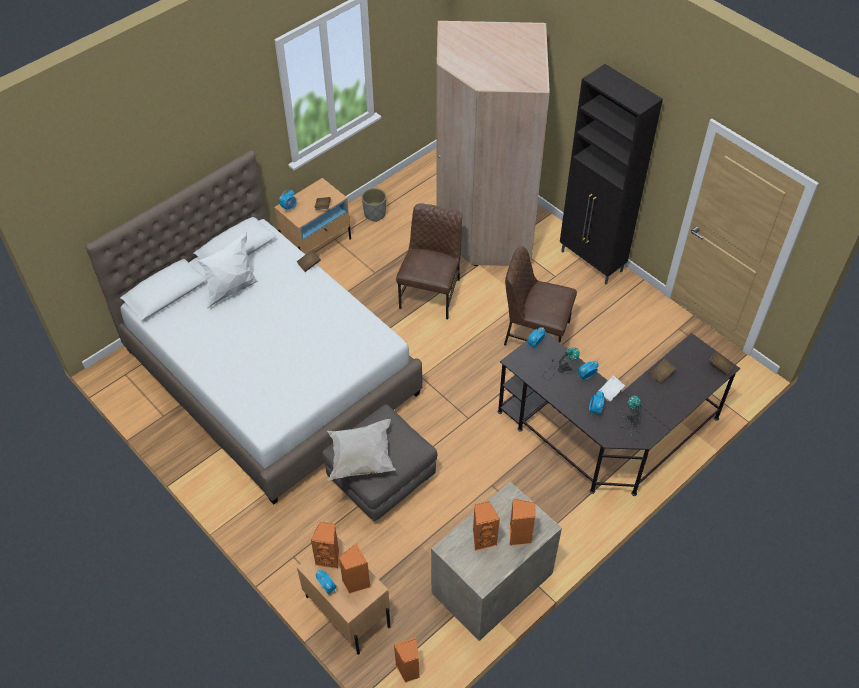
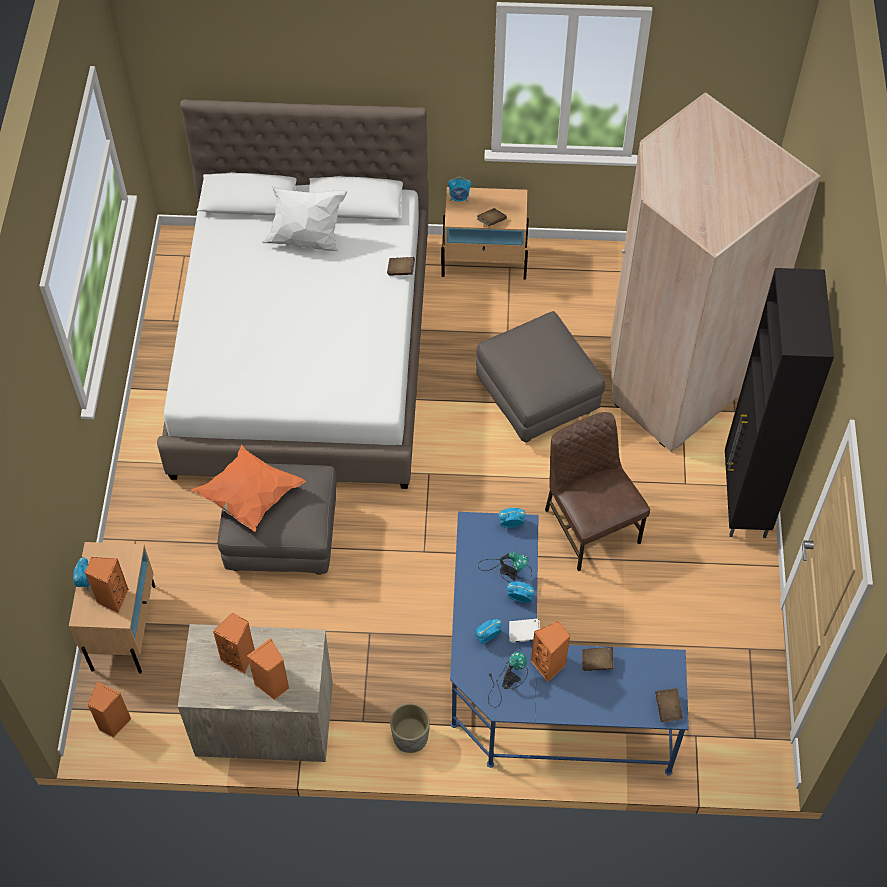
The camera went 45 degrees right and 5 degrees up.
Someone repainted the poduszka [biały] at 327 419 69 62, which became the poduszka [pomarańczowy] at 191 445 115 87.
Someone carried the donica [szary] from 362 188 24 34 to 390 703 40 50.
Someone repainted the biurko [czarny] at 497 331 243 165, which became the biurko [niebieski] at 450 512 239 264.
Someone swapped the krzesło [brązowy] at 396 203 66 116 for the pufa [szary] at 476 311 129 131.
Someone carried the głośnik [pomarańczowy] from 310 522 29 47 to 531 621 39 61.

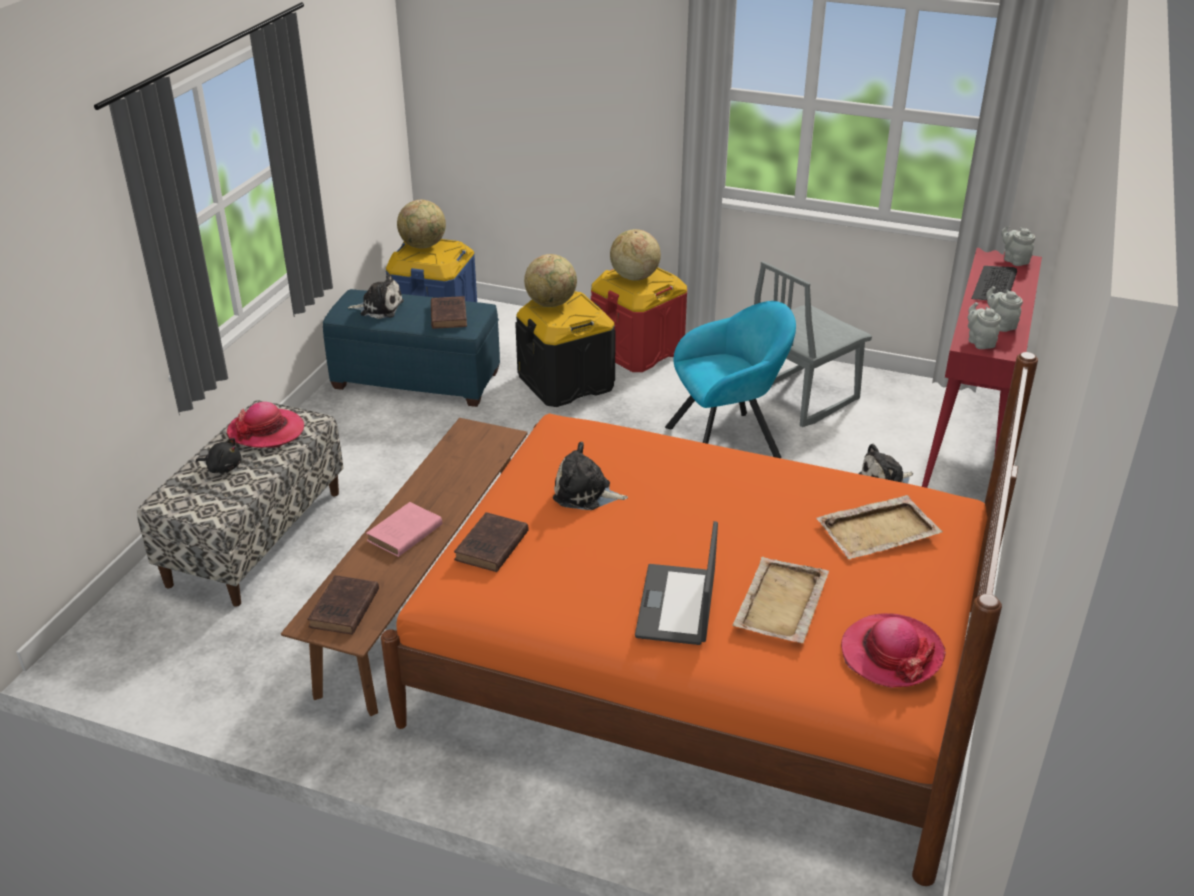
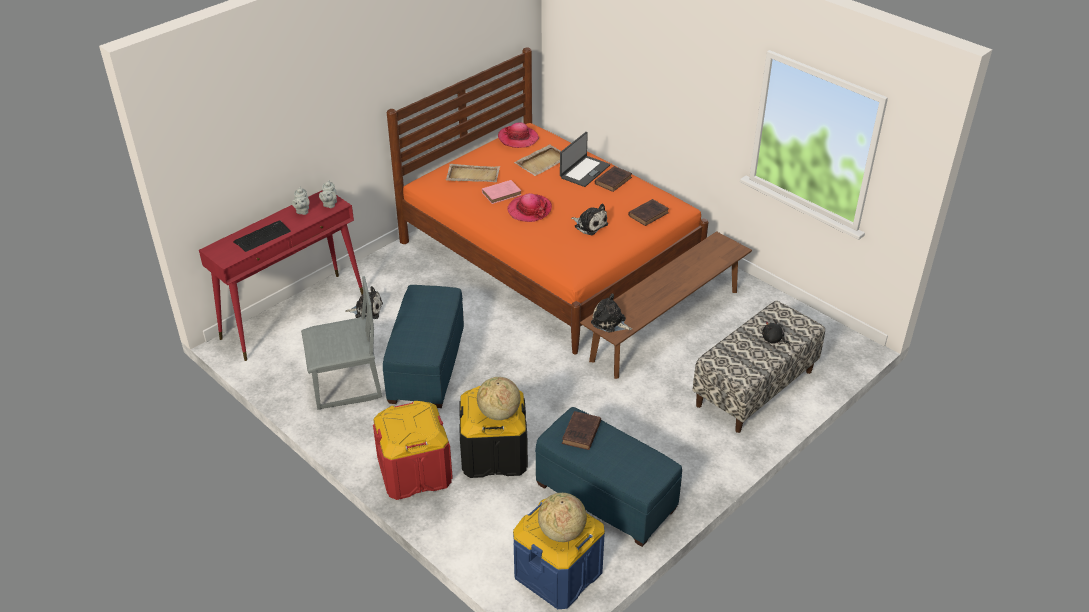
The camera went 155 degrees left and 5 degrees up.
Someone swapped the fotel [turkusowy] at 665 301 131 157 for the pufa [niebieski] at 383 285 81 123.
Someone carried the książka [różowy] from 366 502 76 55 to 482 180 40 24.
Someone carried the kapelusz from 227 402 77 46 to 507 193 45 29.
Someone carried the pluszak from 348 273 56 46 to 591 293 41 39.
Someone carried the książka [brązowy] from 307 575 72 60 to 595 166 37 26.
Someone took away the globus at 610 229 51 52.
Someone took away the imbryk [szary] at 1001 226 34 40.

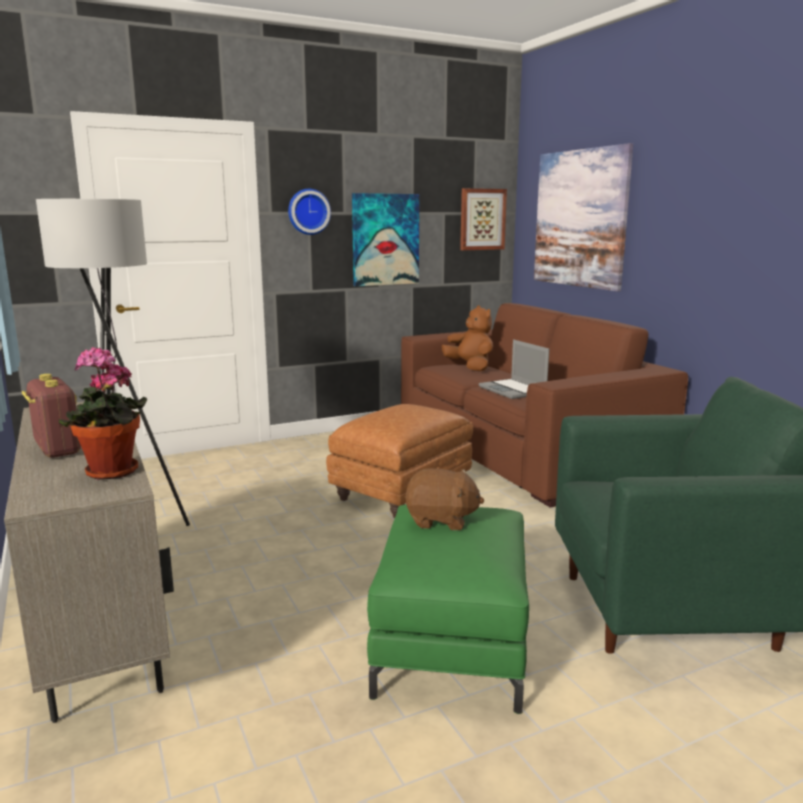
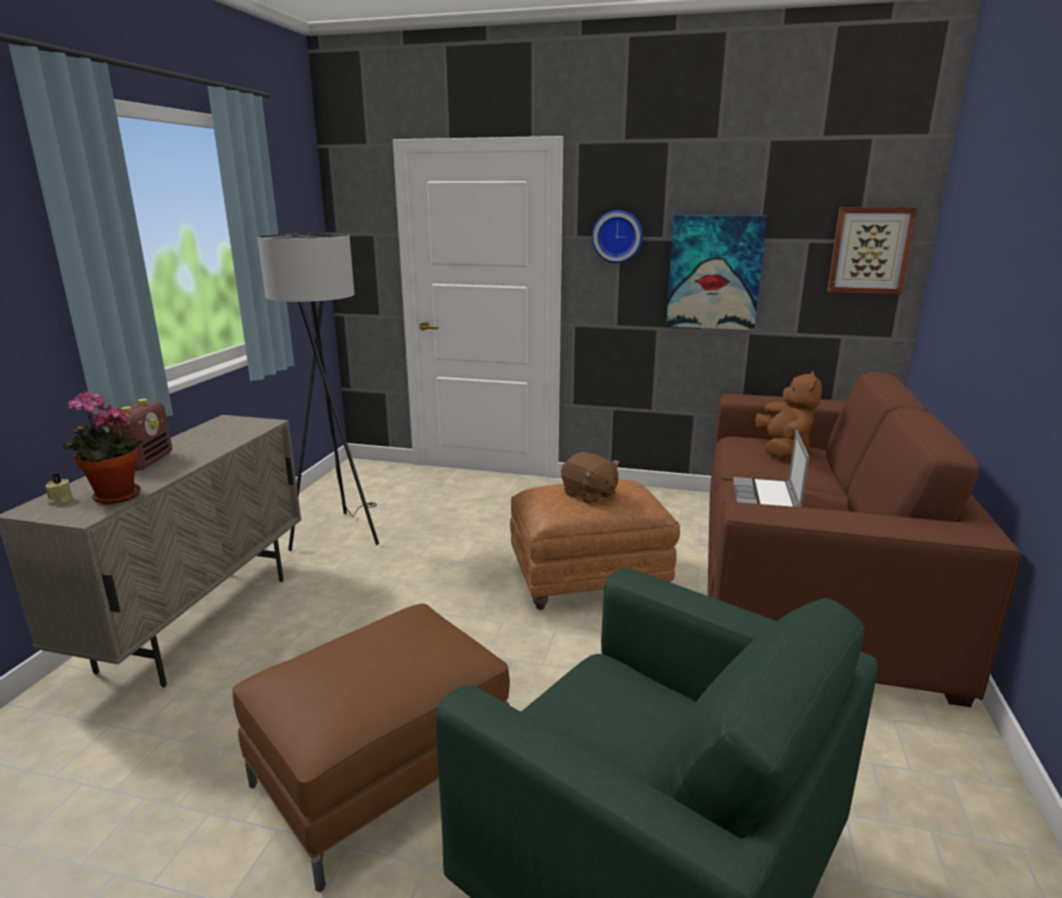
The camera went 40 degrees right and 5 degrees up.
Someone put down the świeca [beżowy] at 45 473 28 31.
Someone repainted the pufa [zielony] at 367 504 162 210, which became the pufa [brązowy] at 232 603 278 289.
Someone carried the pluszak [brązowy] from 404 468 80 62 to 561 452 58 52.
Someone took away the obraz at 534 143 99 149.

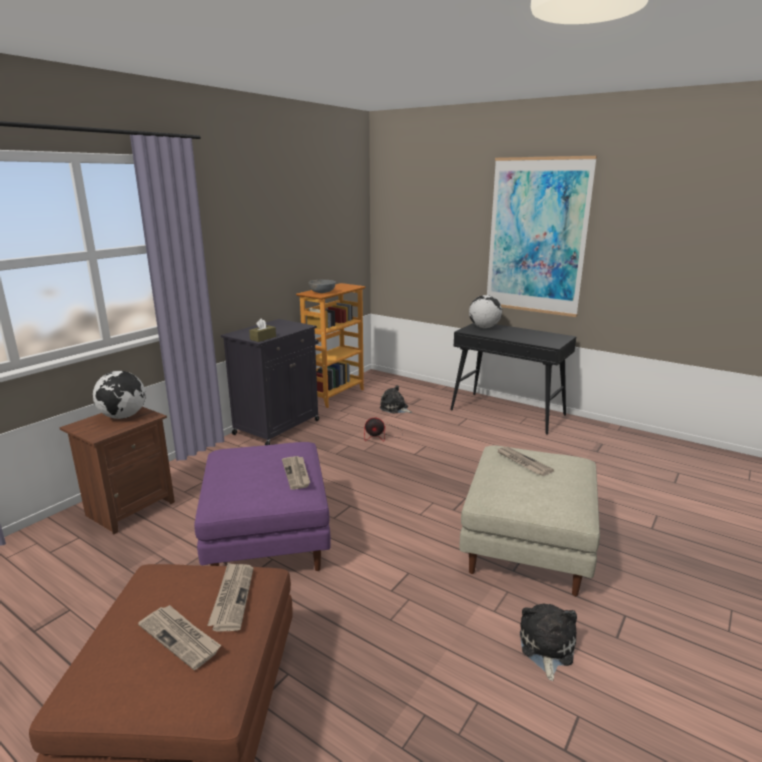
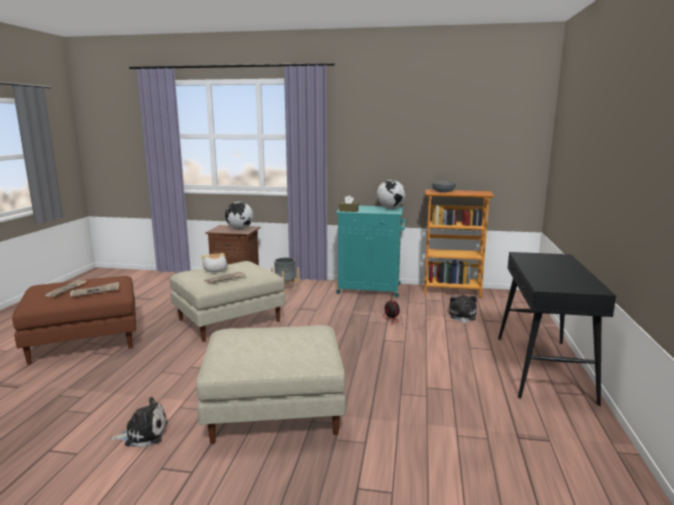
The camera went 65 degrees right and 5 degrees down.
Someone repainted the pufa [fioletowy] at 194 442 137 129, which became the pufa [beżowy] at 170 261 115 81.
Someone put down the pluszak at 201 253 26 19.
Someone put down the donica [szary] at 271 258 29 35.
Someone repainted the szafka [czarny] at 221 319 98 126, which became the szafka [turkusowy] at 336 206 70 91.
Someone carried the globus from 469 295 33 33 to 377 180 28 29.
Someone took away the obraz at 487 156 110 161.
Someone took away the gazeta at 497 446 57 30.

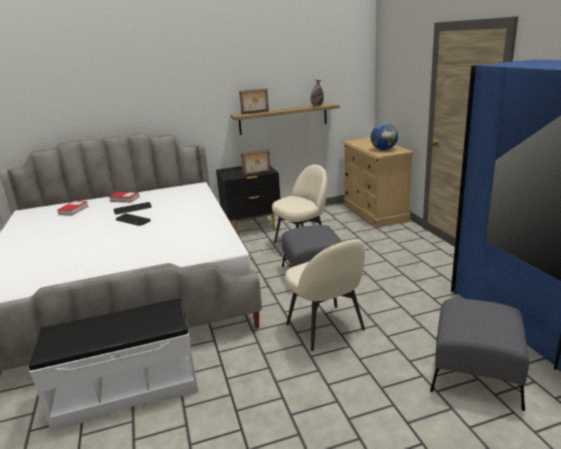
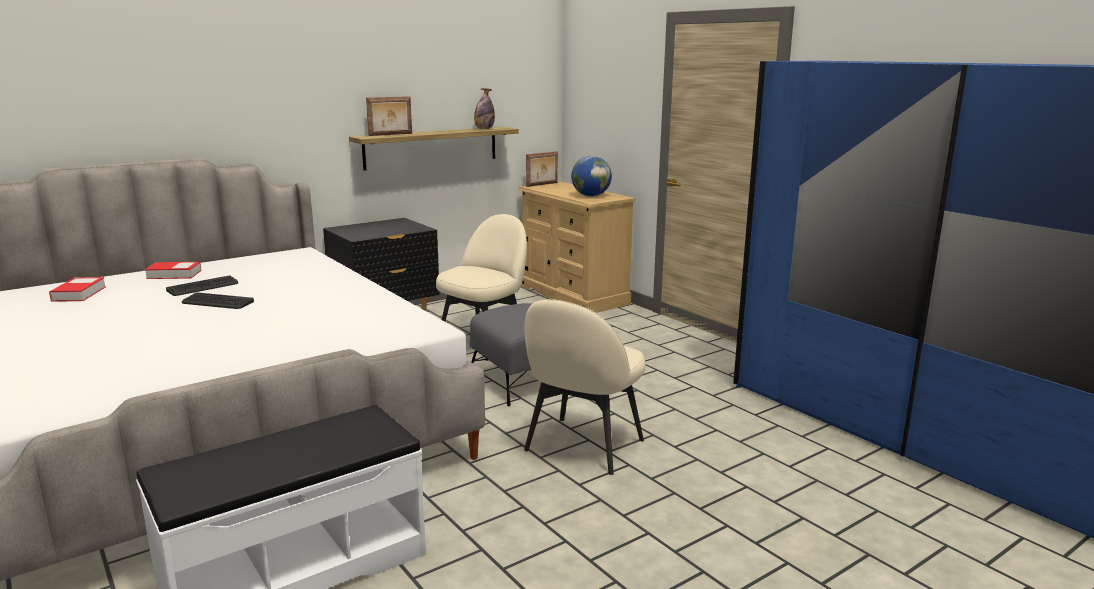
The camera went 20 degrees left and 5 degrees down.
Someone rotated the krzesło [beżowy] at 285 239 80 112 by 75 degrees clockwise.
Someone carried the ramka na zdjęcie from 241 149 30 27 to 526 151 32 36.
Someone took away the pufa [szary] at 430 299 99 112.

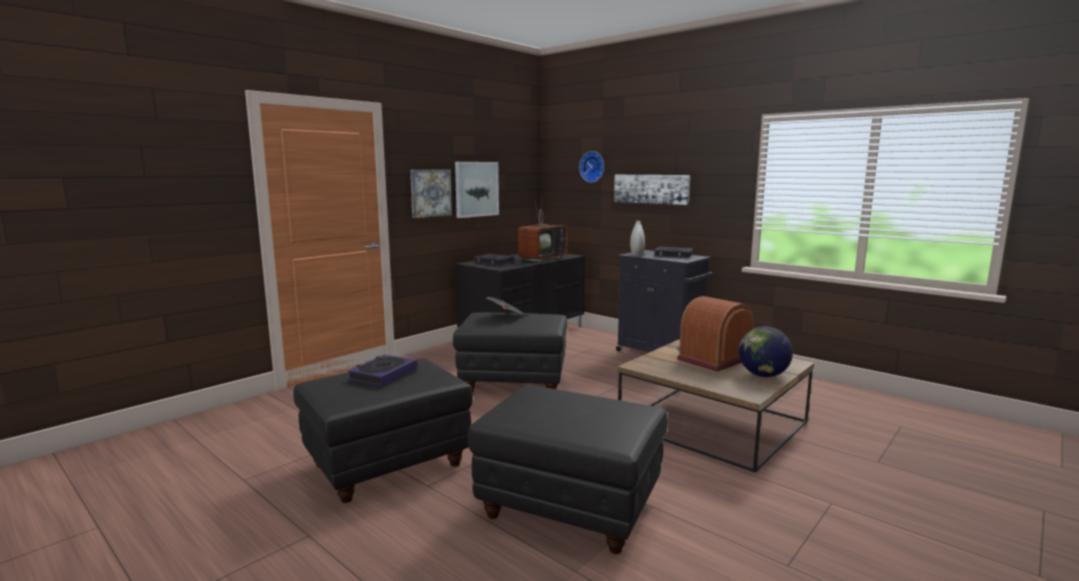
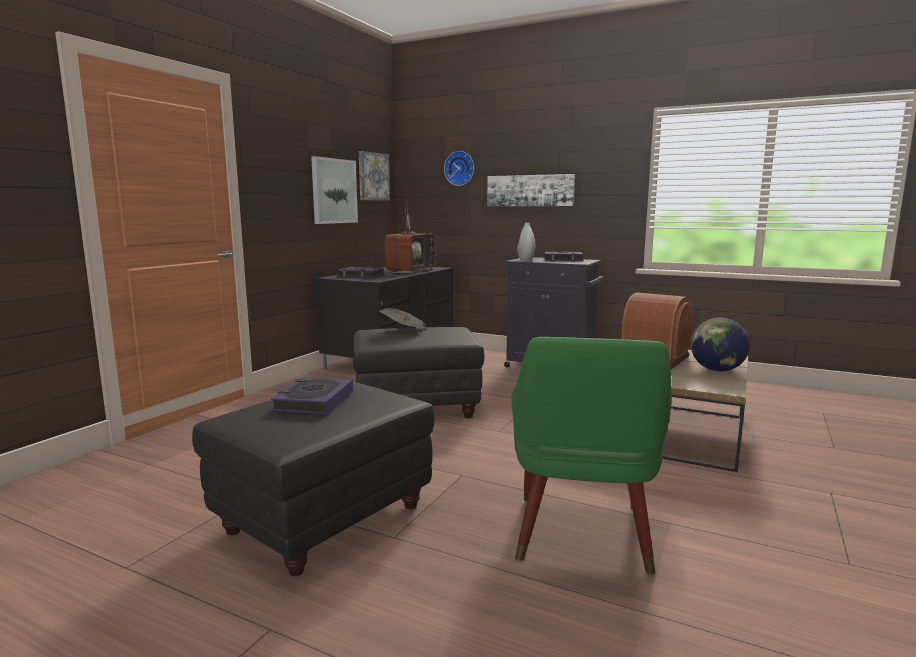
The camera went 15 degrees left and 0 degrees up.
Someone carried the obraz from 410 169 42 49 to 359 151 31 50.
Someone swapped the pufa [czarny] at 468 385 200 169 for the fotel [zielony] at 511 337 161 237.

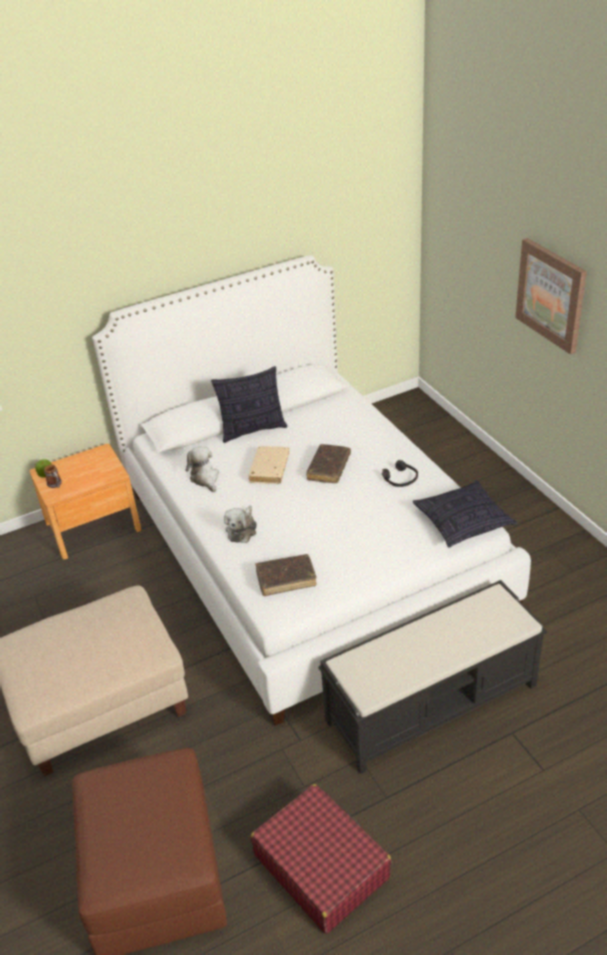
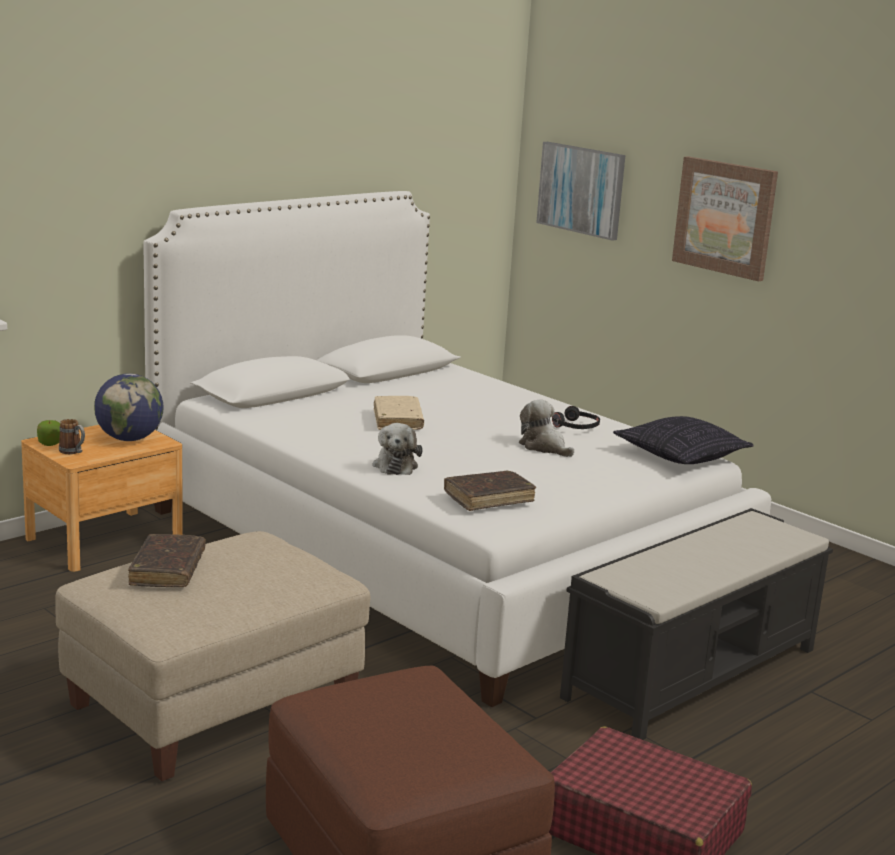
The camera went 20 degrees left and 20 degrees down.
Someone put down the globus at 94 373 70 68.
Someone carried the książka [brązowy] from 306 444 45 39 to 128 534 77 53.
Someone carried the pluszak from 186 446 33 46 to 519 399 55 58.
Someone put up the obraz at 536 142 89 99.
Someone took away the poduszka at 211 366 76 77.

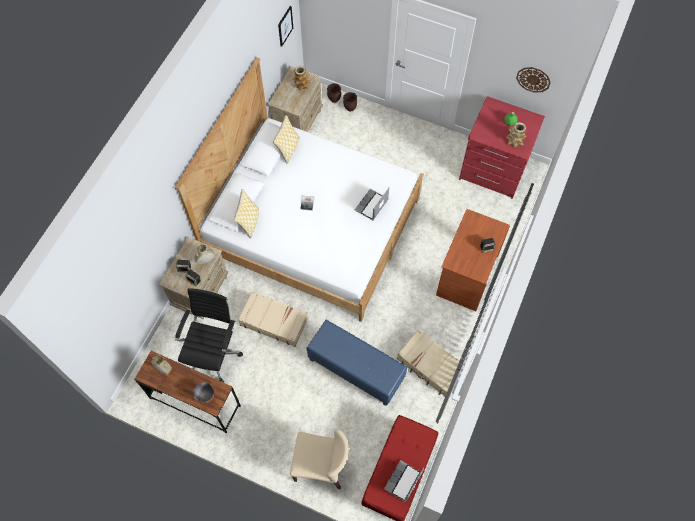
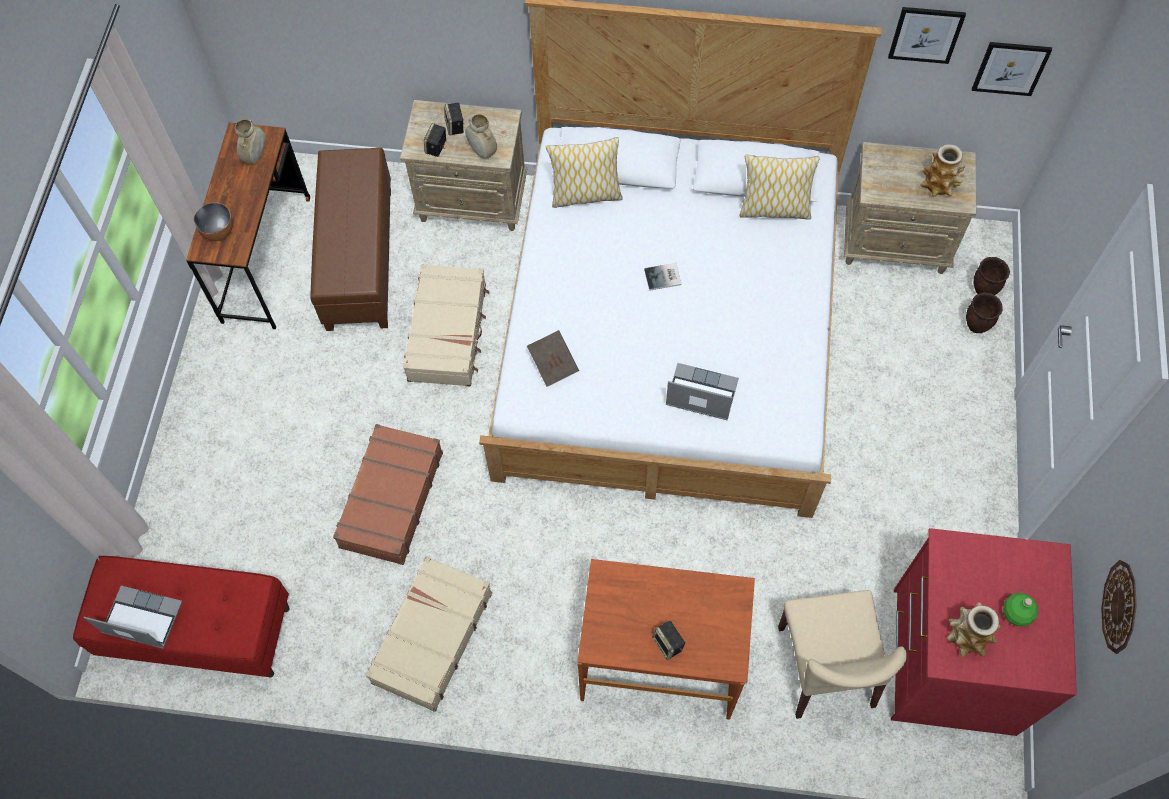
The camera went 75 degrees right and 0 degrees up.
Someone swapped the krzesło biurowe [czarny] at 175 288 68 95 for the pufa [brązowy] at 310 148 81 183.
Someone swapped the pufa [niebieski] at 307 320 100 86 for the walizka [brązowy] at 333 424 110 141.
Someone put down the książka [brązowy] at 527 330 52 57.
Someone carried the krzesło [beżowy] from 290 429 59 60 to 778 590 129 129.
Someone put up the obraz at 888 7 78 57.

